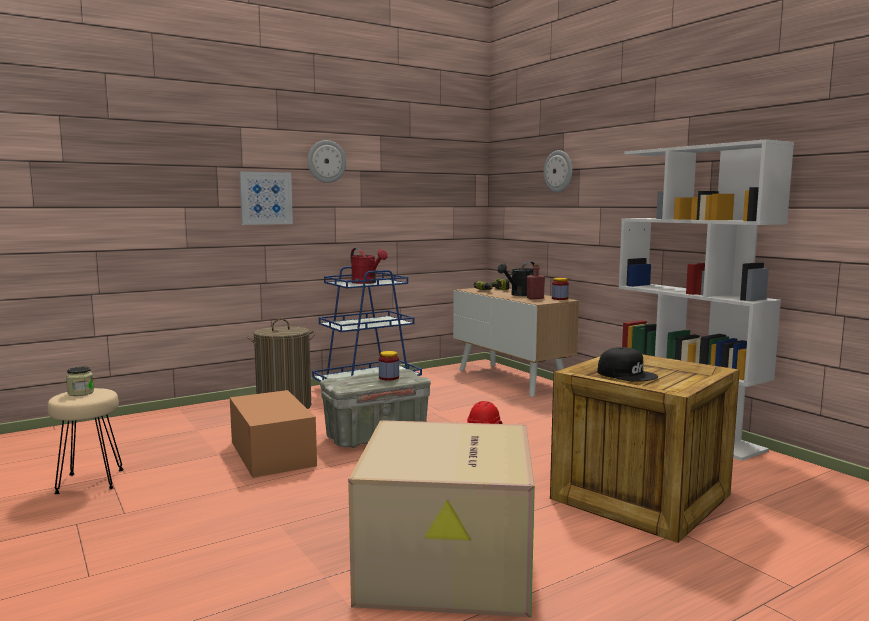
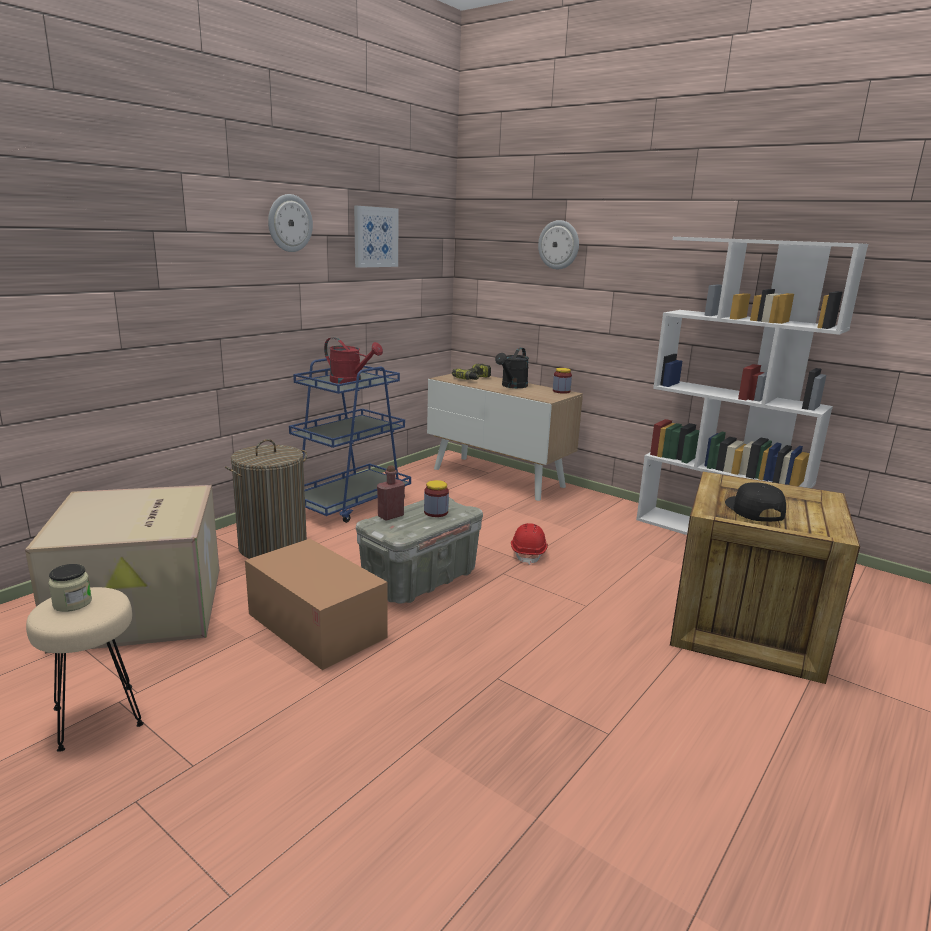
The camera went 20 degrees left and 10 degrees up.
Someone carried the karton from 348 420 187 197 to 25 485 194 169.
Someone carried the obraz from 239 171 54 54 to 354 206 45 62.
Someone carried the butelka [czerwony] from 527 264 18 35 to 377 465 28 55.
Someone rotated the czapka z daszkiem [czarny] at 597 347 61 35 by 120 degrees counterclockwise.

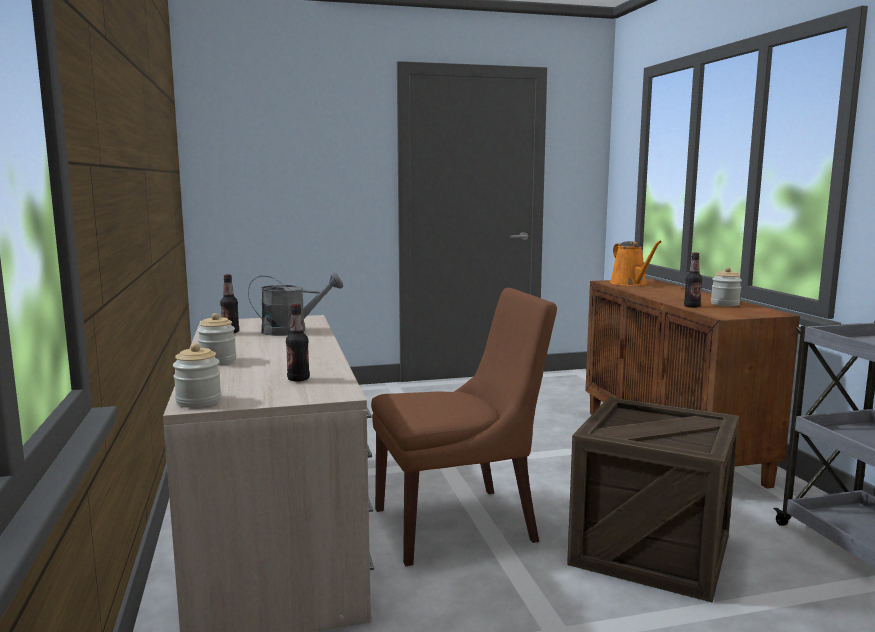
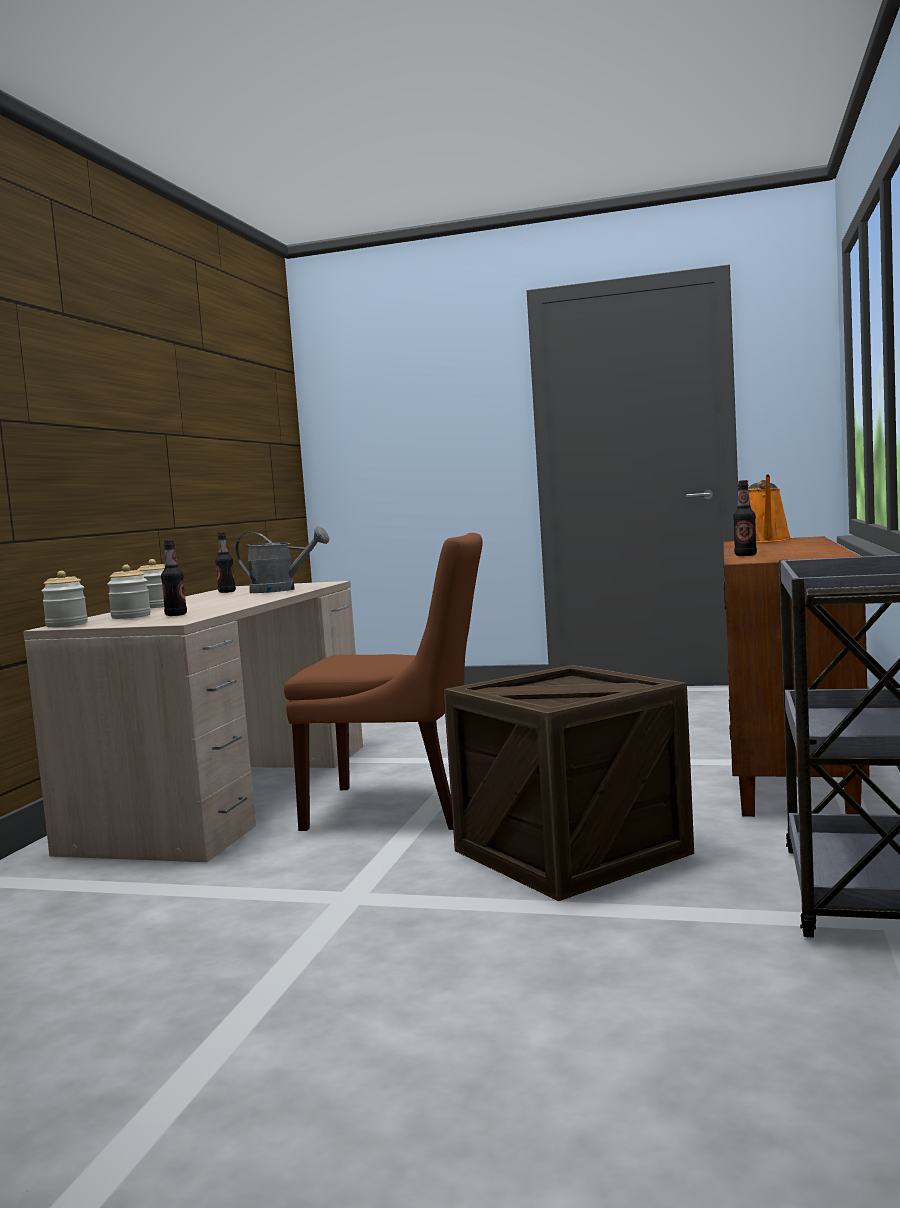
The camera went 30 degrees right and 5 degrees down.
Someone carried the słoik from 711 267 31 39 to 107 565 44 54.

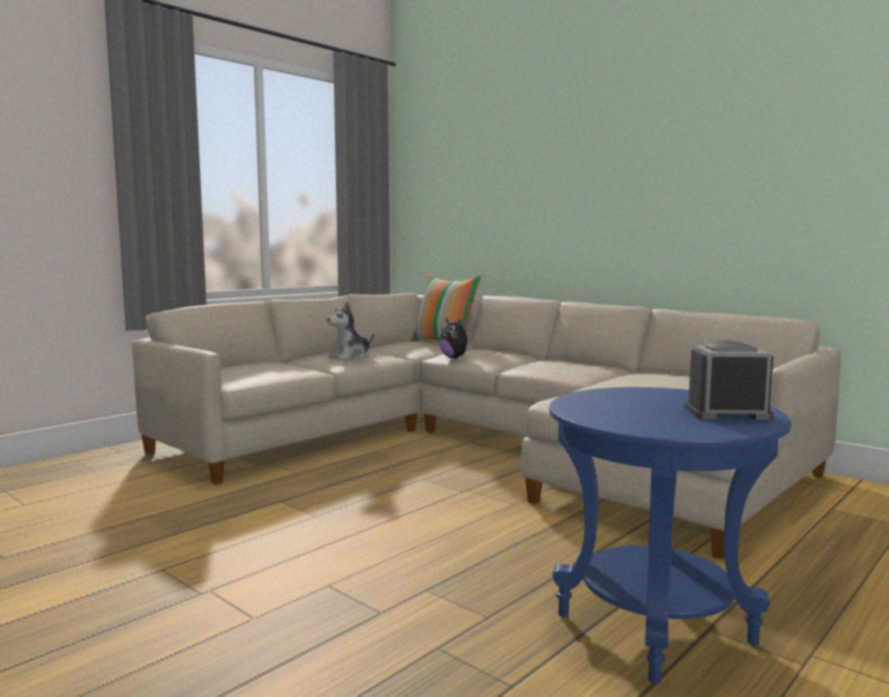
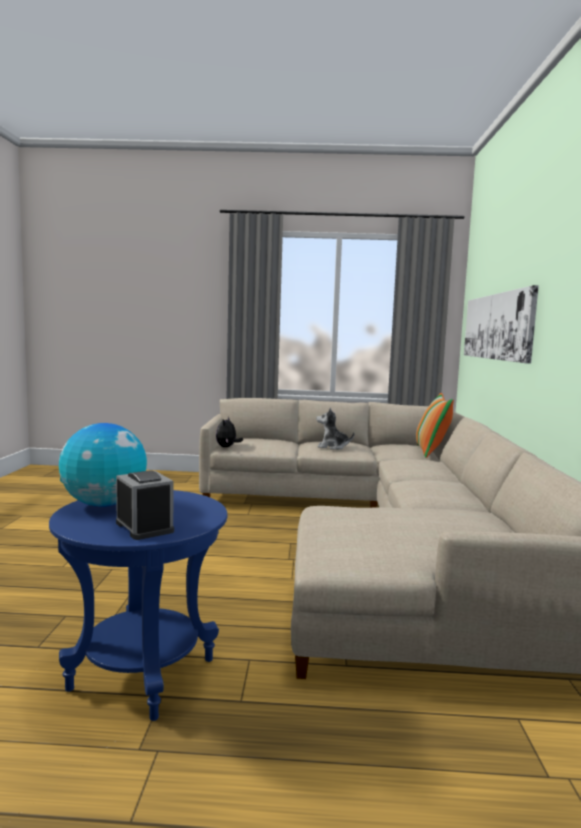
The camera went 50 degrees right and 0 degrees up.
Someone put down the globus at 59 423 88 84.
Someone carried the pluszak from 439 317 34 41 to 216 416 27 31.
Someone put up the obraz at 464 285 75 79.

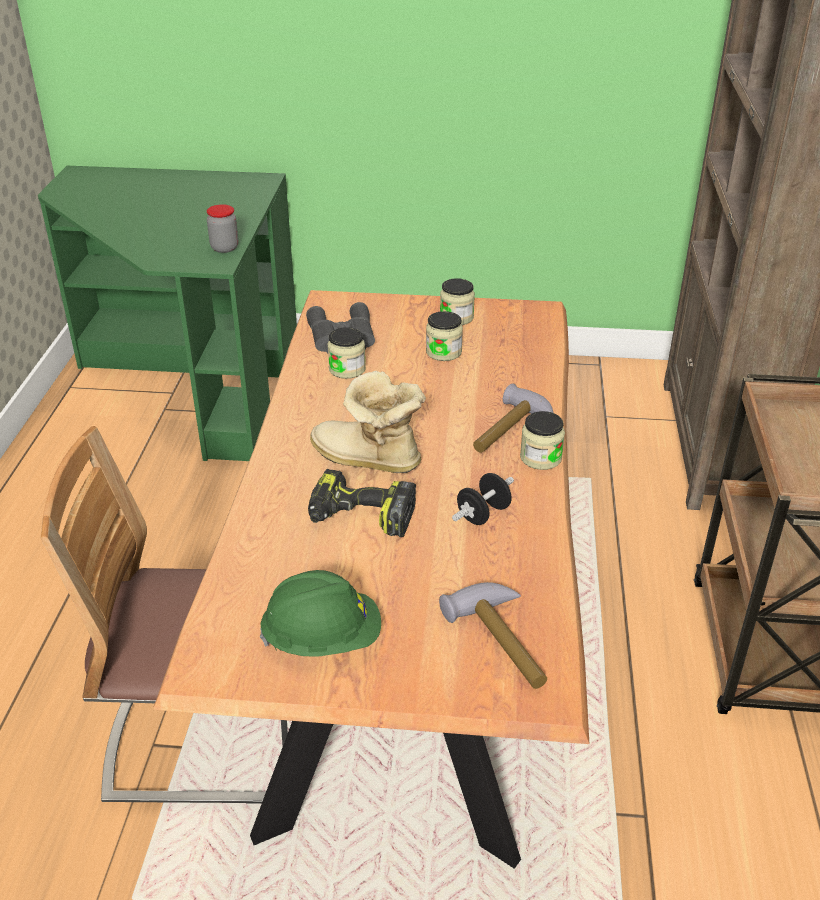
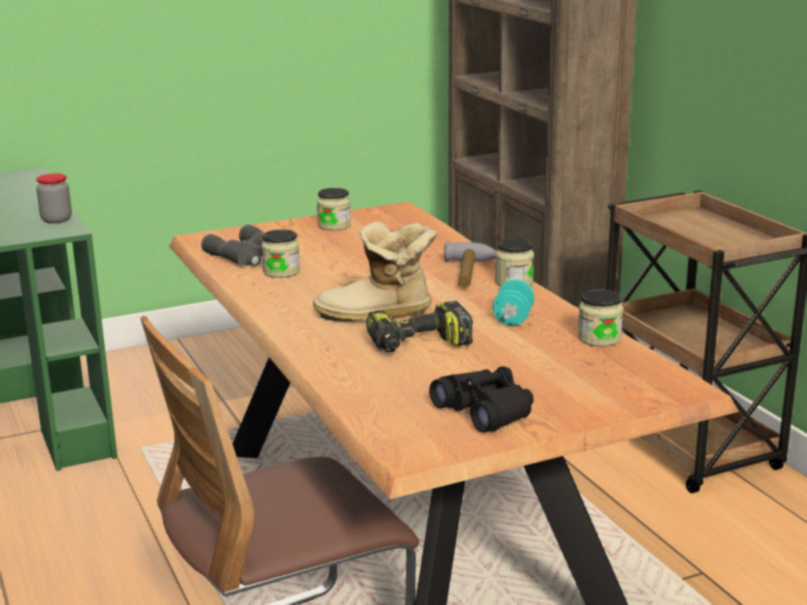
The camera went 30 degrees left and 15 degrees down.
Someone swapped the kask [zielony] at 260 570 121 87 for the lornetka [czarny] at 429 366 105 67.
Someone repainted the hantel [czarny] at 452 473 62 52, which became the hantel [turkusowy] at 493 279 41 47.
Someone carried the słoik from 426 311 37 50 to 578 289 45 58.
Someone took away the młotek at 439 582 108 107.

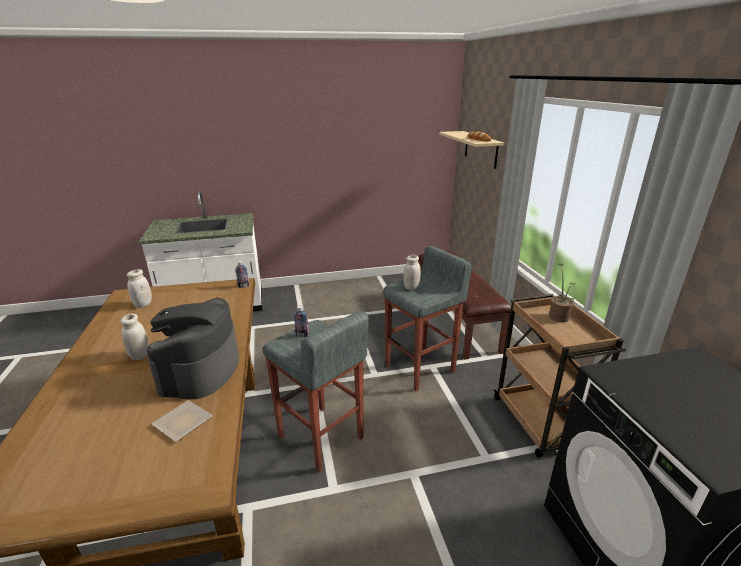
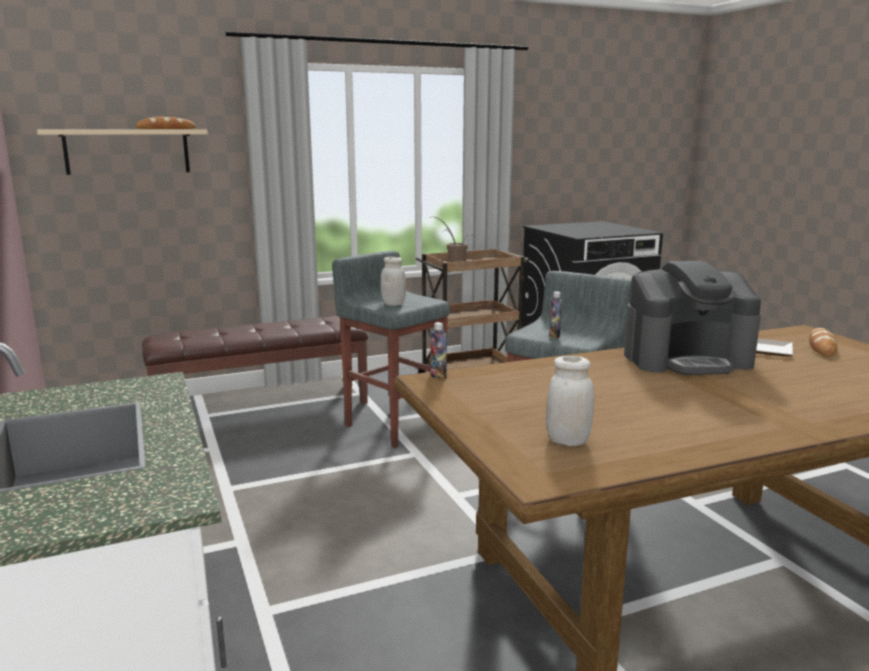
The camera went 100 degrees left and 10 degrees down.
Someone put down the chleb at 809 328 28 28.
Someone took away the słoik [biały] at 121 314 28 46.

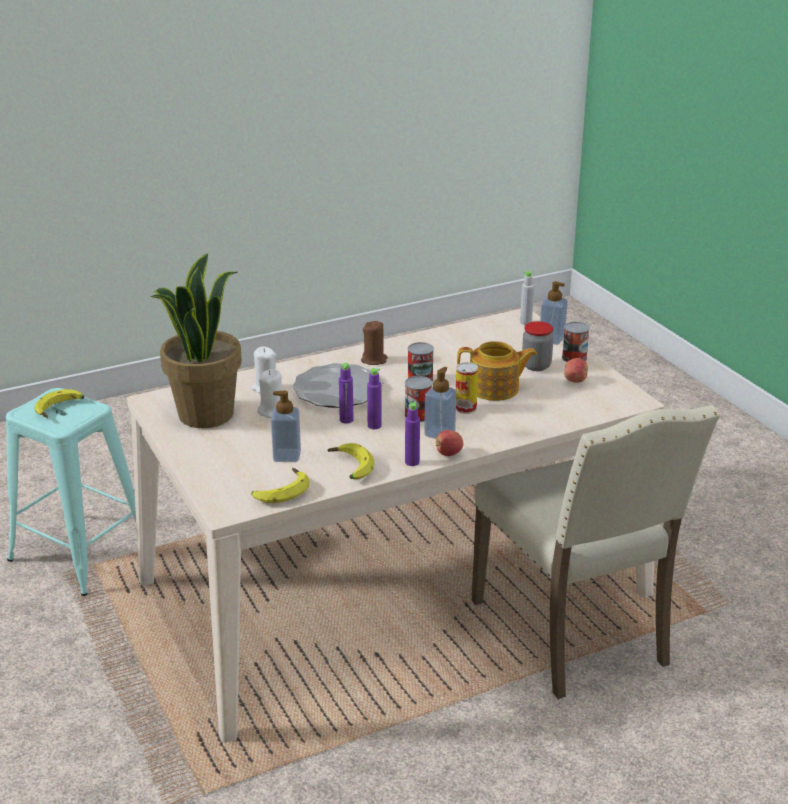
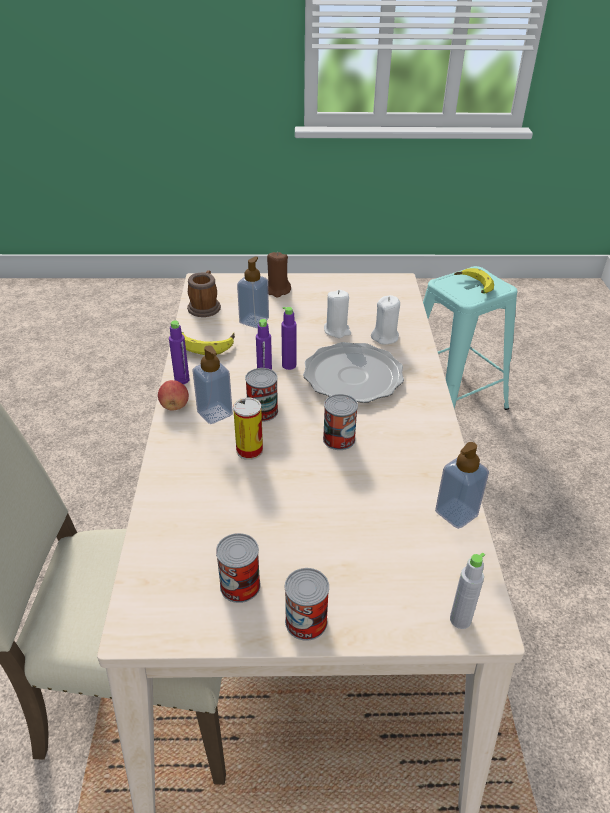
The camera went 115 degrees right and 10 degrees up.
Someone swapped the banan at 251 468 58 35 for the kubek at 187 270 34 47.
Someone swapped the jabłko at 564 358 24 25 for the puszka at 216 533 44 70.
Someone carried the świeca [brązowy] from 361 321 27 44 to 267 252 24 46.
Someone carried the dozownik mydła from 540 281 28 64 to 435 442 54 87.
Someone took away the roślina doniczkowa at 150 254 92 174.
Someone took away the imbryk at 457 341 80 60.
Someone took away the słoik at 522 321 32 50.

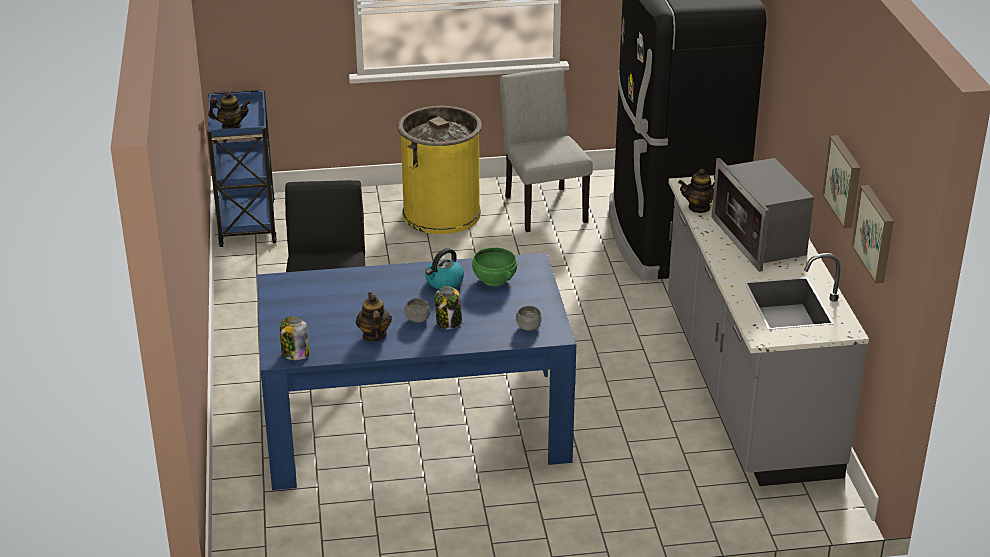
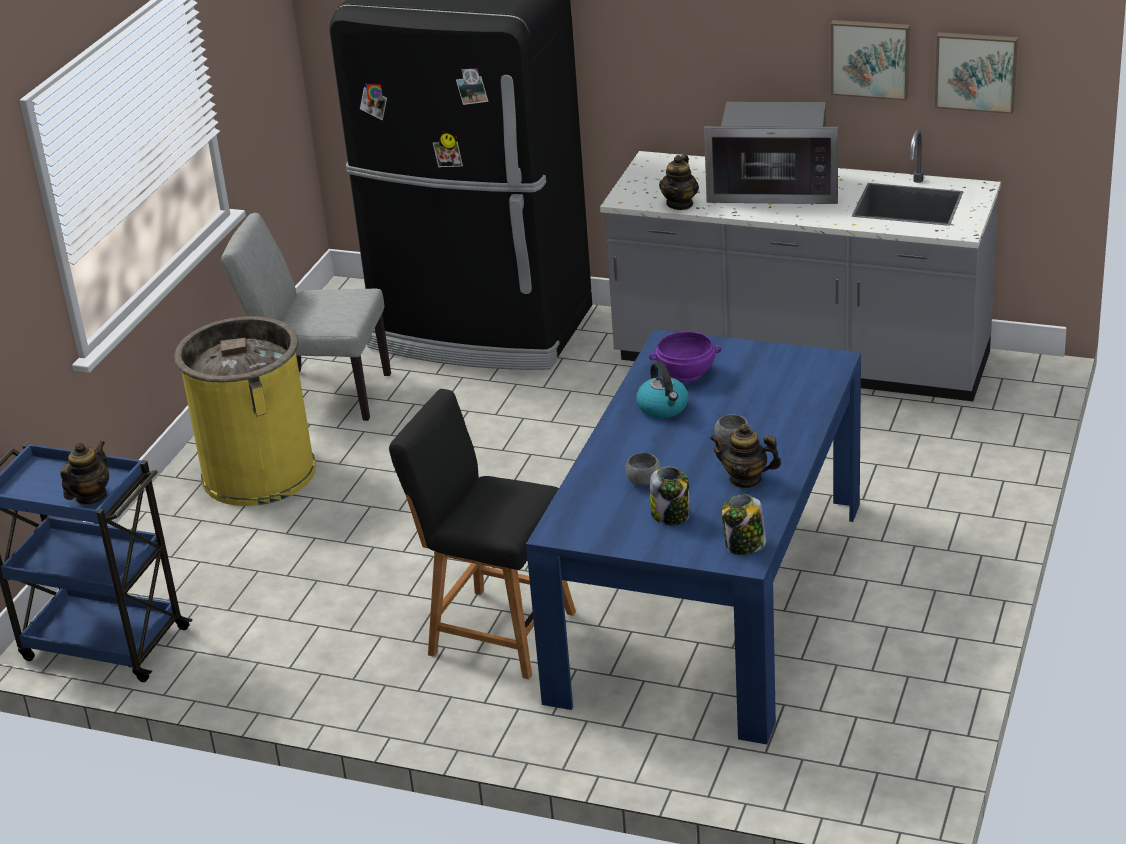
The camera went 60 degrees left and 0 degrees up.
Someone carried the miska [szary] from 516 306 26 25 to 625 453 36 33.
Someone repainted the miska [zielony] at 472 248 45 38, which became the miska [fioletowy] at 649 332 72 50.
Someone carried the słoik from 434 286 28 43 to 650 467 40 58.

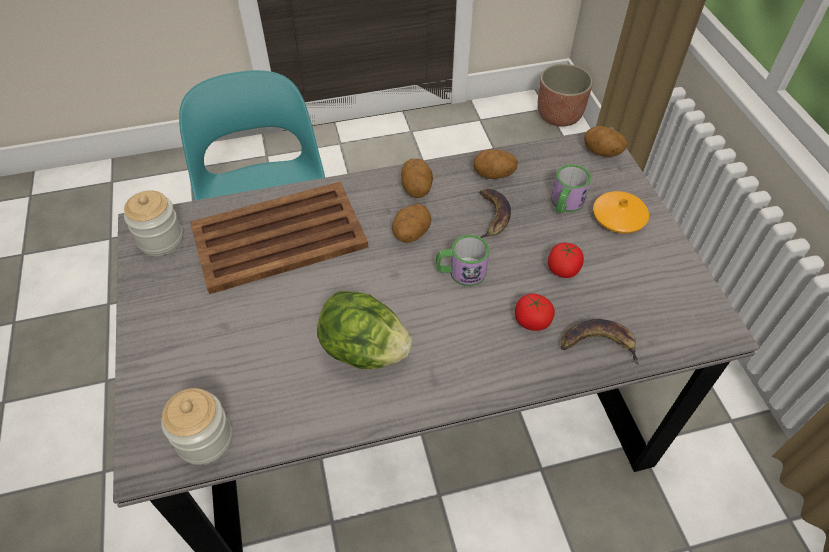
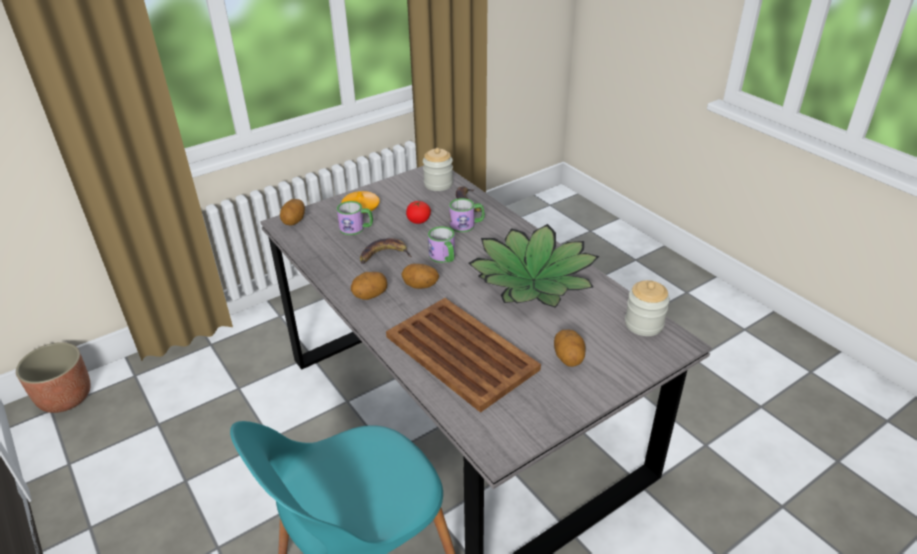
The camera went 110 degrees left and 15 degrees down.
Someone carried the słoik from 124 191 59 65 to 423 148 30 43.
Someone swapped the pomidor at 515 293 40 38 for the kubek at 449 198 36 34.
Someone swapped the sałata at 317 291 96 78 for the roślina doniczkowa at 468 224 131 84.
Someone carried the ziemniak from 473 150 45 29 to 554 330 31 37.

